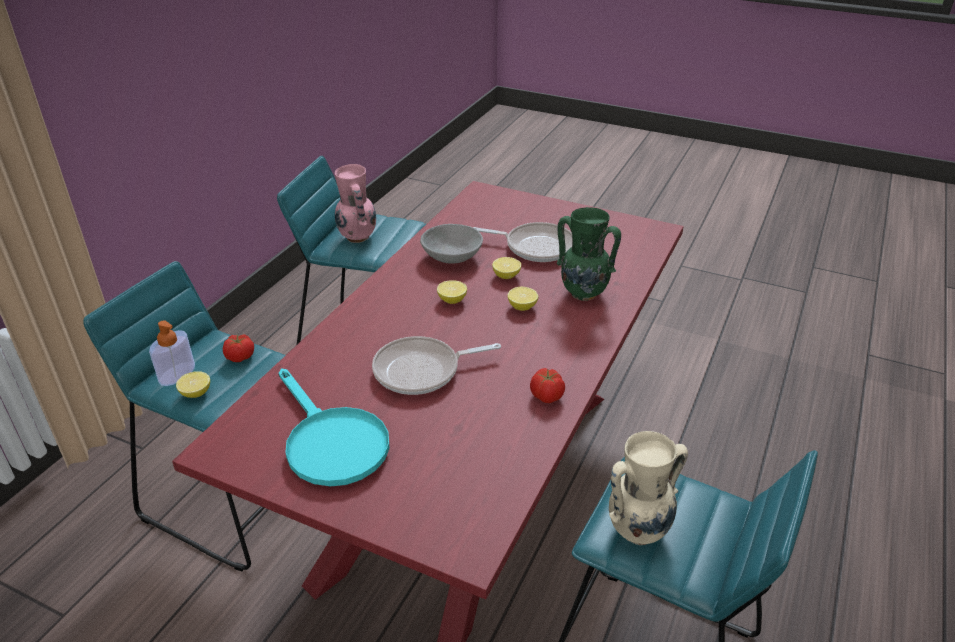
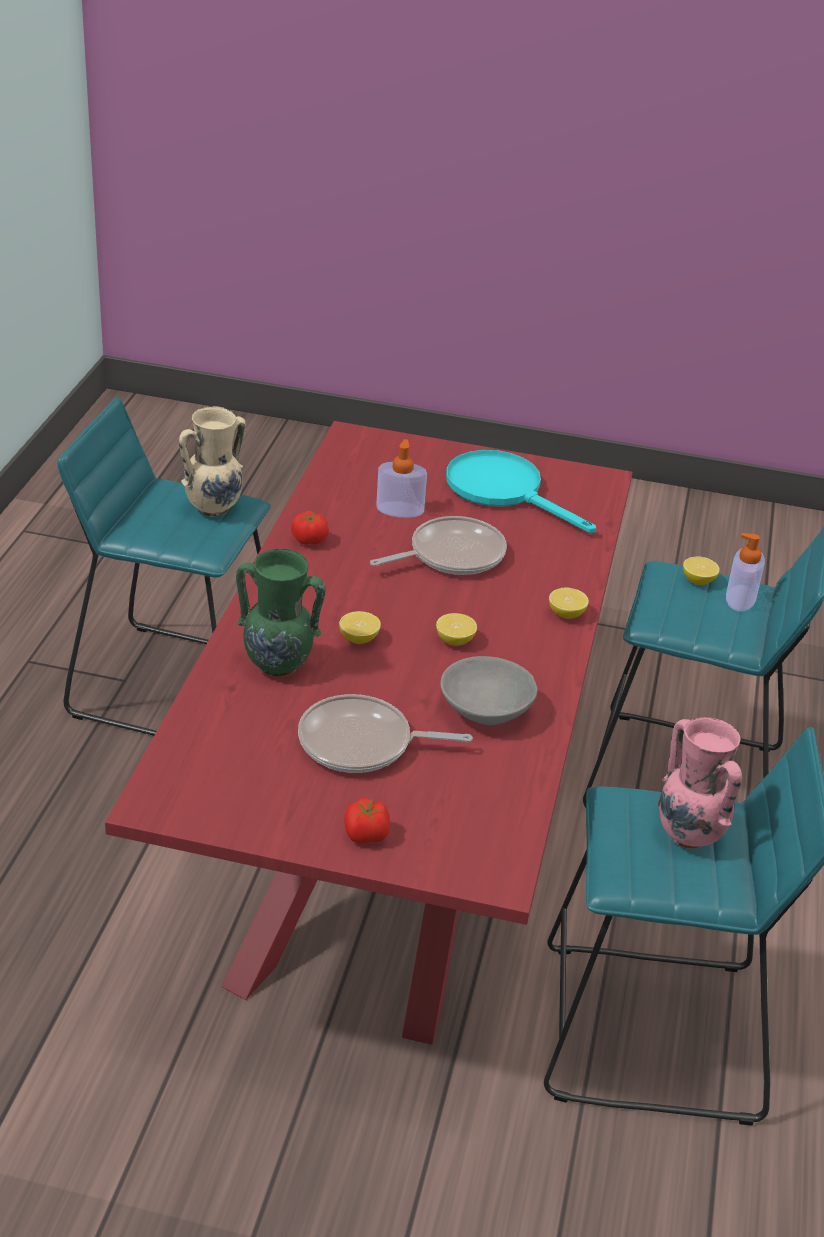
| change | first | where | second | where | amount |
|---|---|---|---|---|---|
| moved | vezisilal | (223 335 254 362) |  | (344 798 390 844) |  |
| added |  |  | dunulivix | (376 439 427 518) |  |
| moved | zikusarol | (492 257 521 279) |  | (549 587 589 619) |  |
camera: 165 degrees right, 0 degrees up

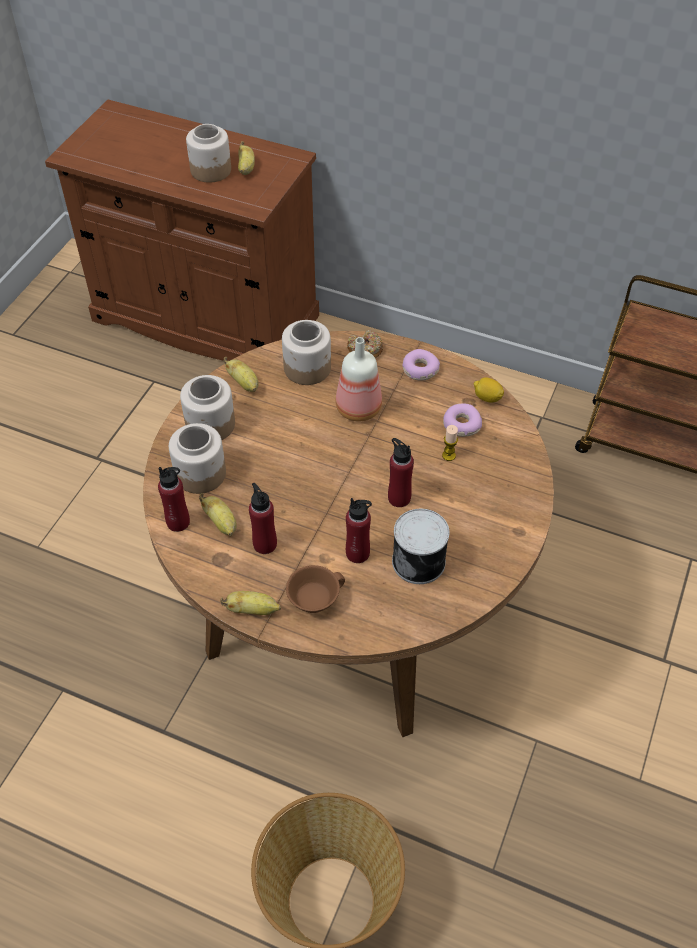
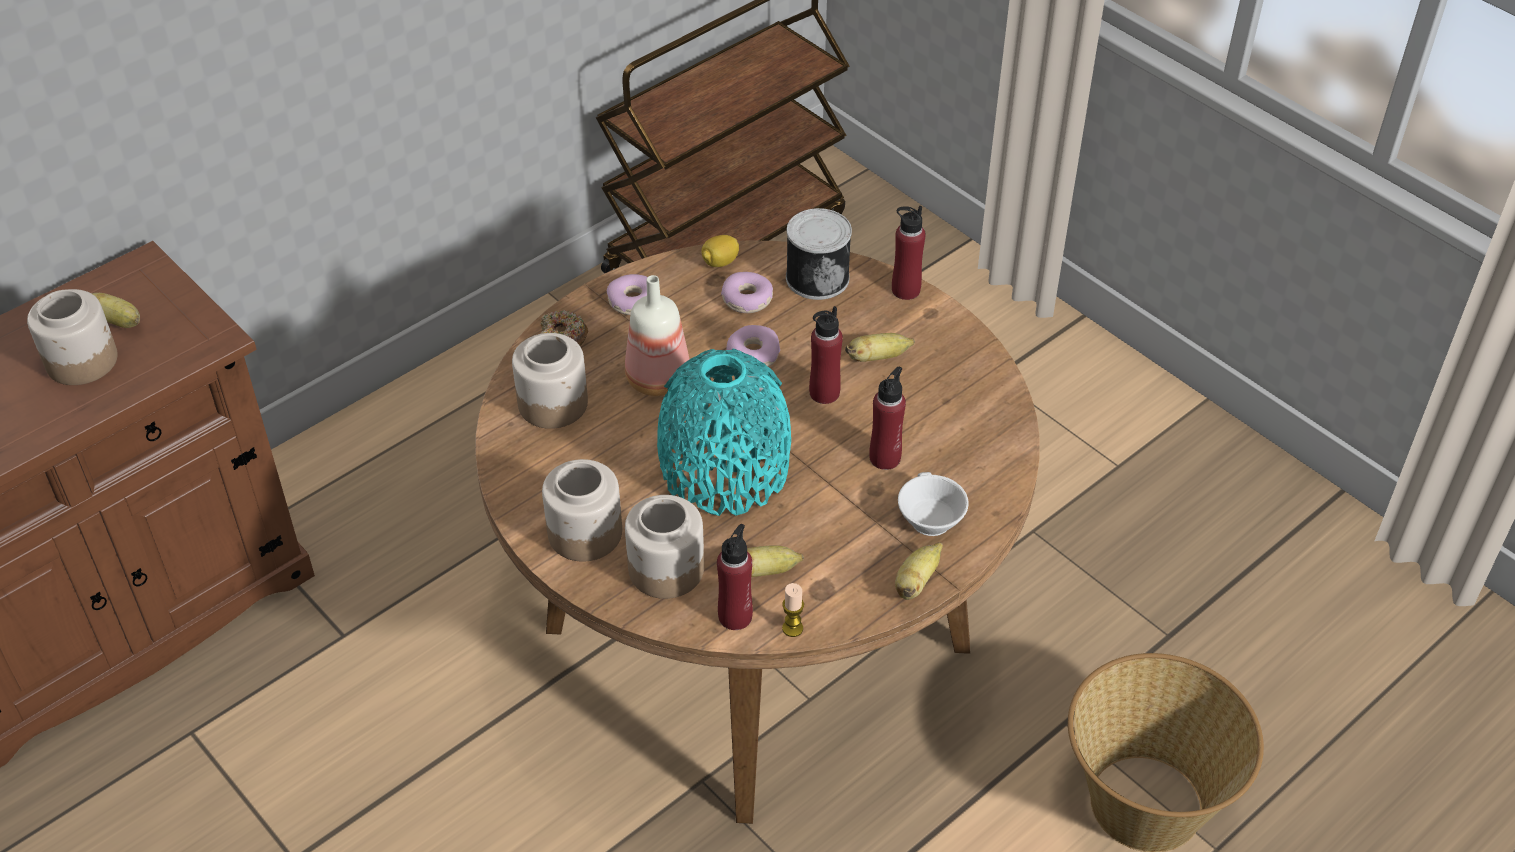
| change | first | where | second | where | amount |
|---|---|---|---|---|---|
| added |  |  | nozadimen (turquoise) | (657 349 791 516) |  |
| added |  |  | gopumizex | (726 325 780 367) |  |
| moved | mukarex | (442 425 458 461) |  | (782 583 804 637) |  |
| moved | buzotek | (392 509 450 584) |  | (786 208 852 300) |  |
| moved | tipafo | (223 357 259 392) |  | (845 333 915 362) |  |
| moved | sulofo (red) | (249 483 277 554) |  | (892 206 926 300) |  |
| recoloured | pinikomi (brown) | (286 565 345 613) | pinikomi (white) | (898 472 969 536) |  |
camera: 65 degrees left, 5 degrees down

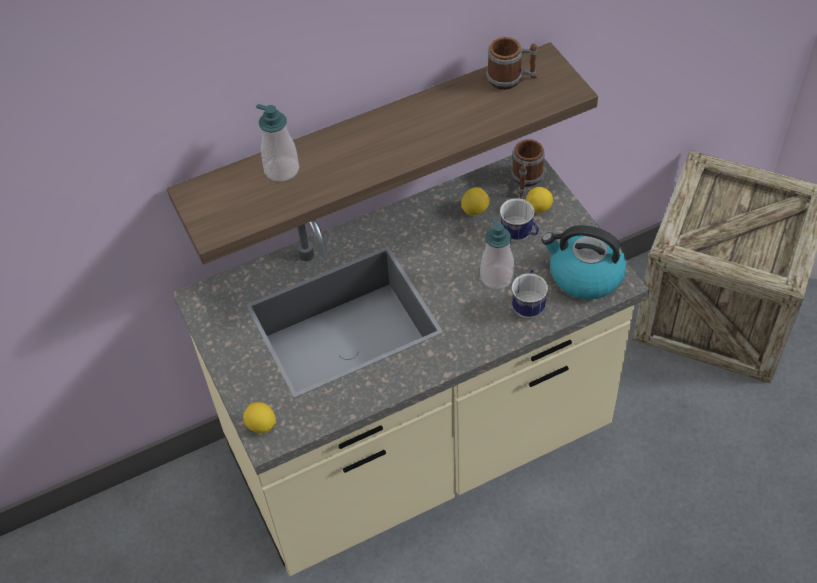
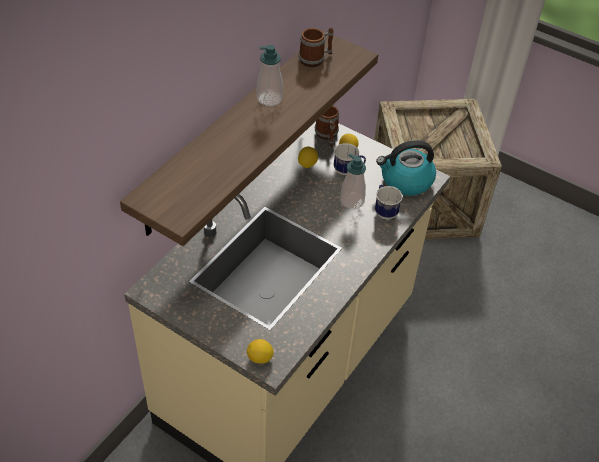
| change | first | where | second | where | amount |
|---|---|---|---|---|---|
| moved | dunulivix | (256 104 299 182) |  | (256 45 283 106) |  |
camera: 35 degrees left, 5 degrees down

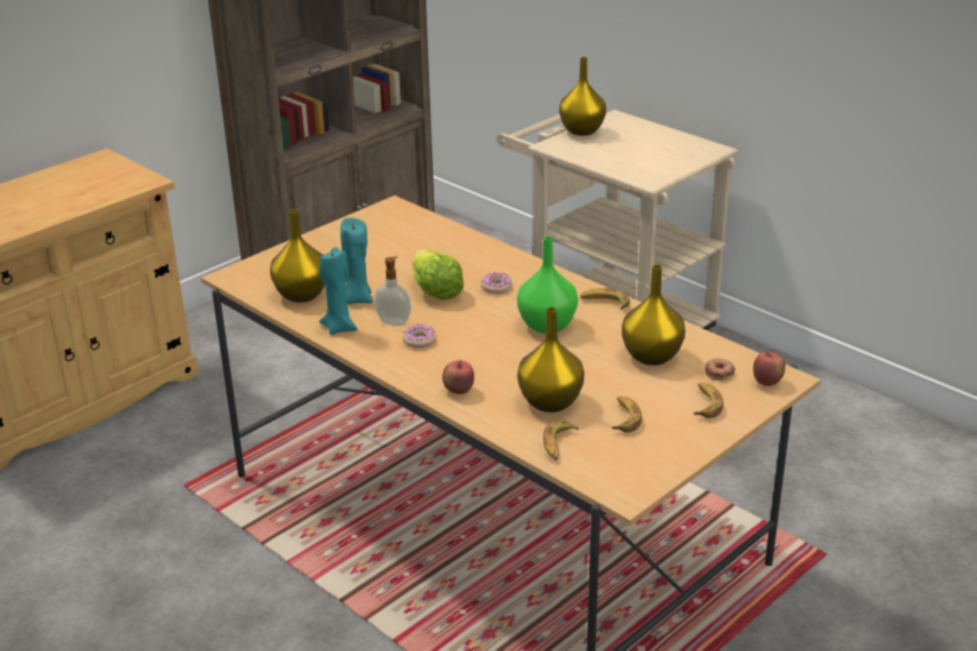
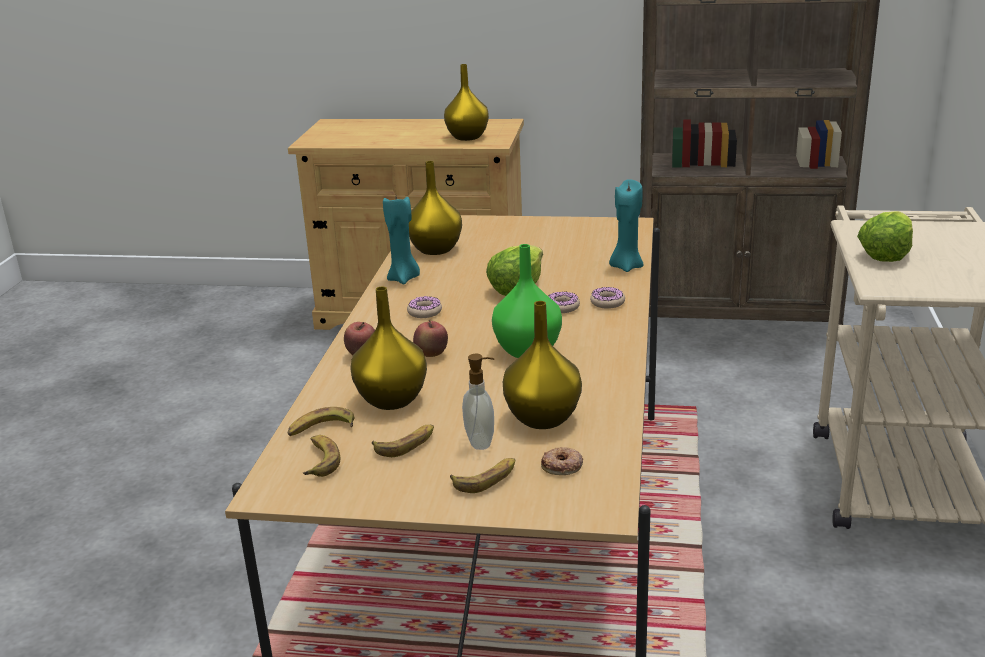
| change | first | where | second | where | amount |
|---|---|---|---|---|---|
| moved | tipafo | (580 288 630 310) |  | (303 435 340 477) |  |
| moved | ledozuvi | (753 352 785 386) |  | (413 320 448 357) |  |
| moved | nozadimen (yellow) | (559 57 606 136) |  | (444 64 489 141) |  |
| moved | dunulivix | (375 256 411 326) |  | (462 354 494 450) |  |
| added |  |  | gopumizex | (590 287 625 309) |  |
| moved | mukarex (turquoise) | (340 218 373 304) |  | (609 179 644 272) |  |
| added |  |  | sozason | (857 211 913 262) |  |
camera: 55 degrees right, 5 degrees down

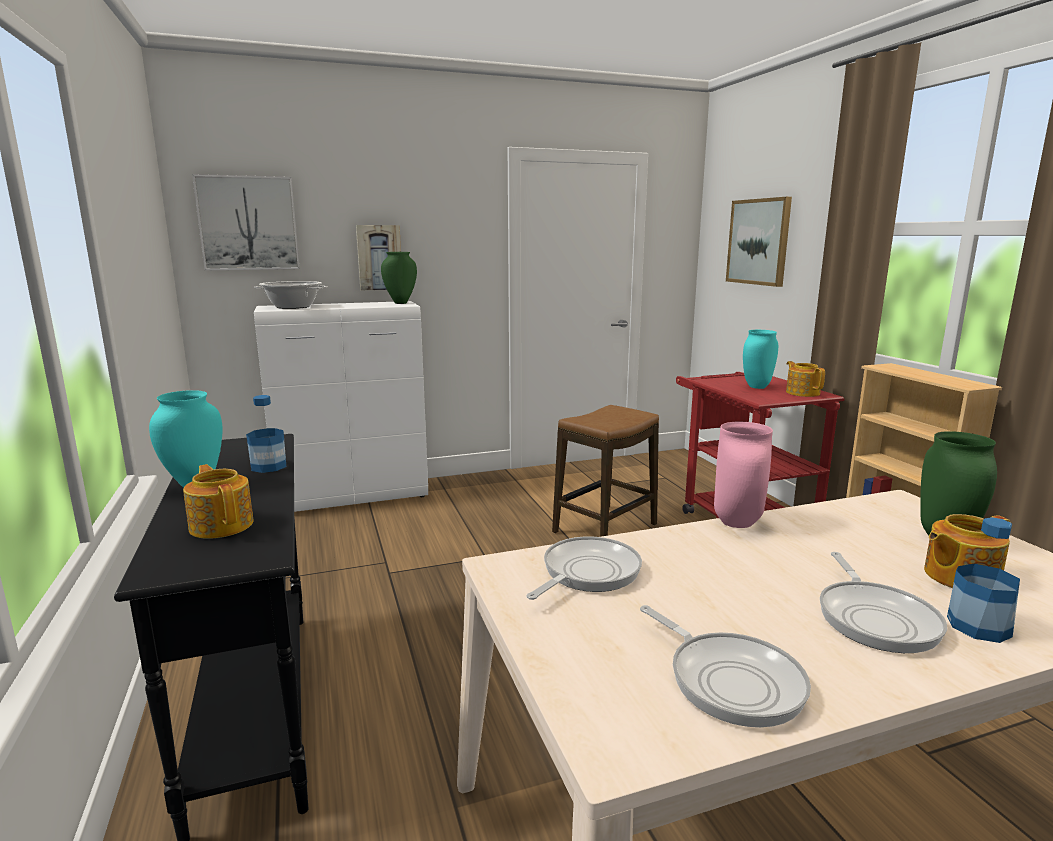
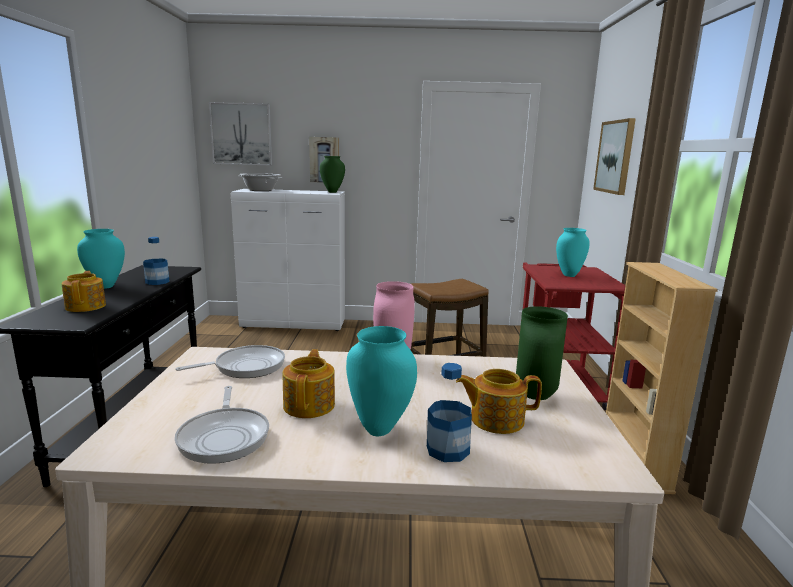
| change | first | where | second | where | amount |
|---|---|---|---|---|---|
| moved | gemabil | (786 361 825 397) |  | (282 349 335 418) |  |
| replaced | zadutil | (820 552 947 653) | nozadimen (turquoise) | (346 326 417 436) |  |
camera: 20 degrees right, 0 degrees up

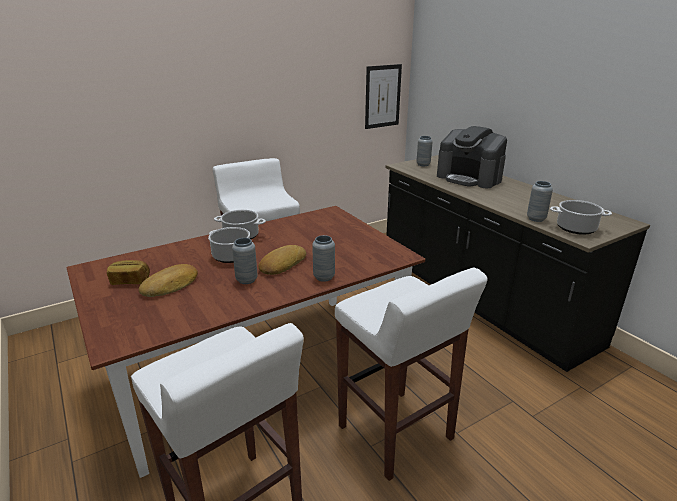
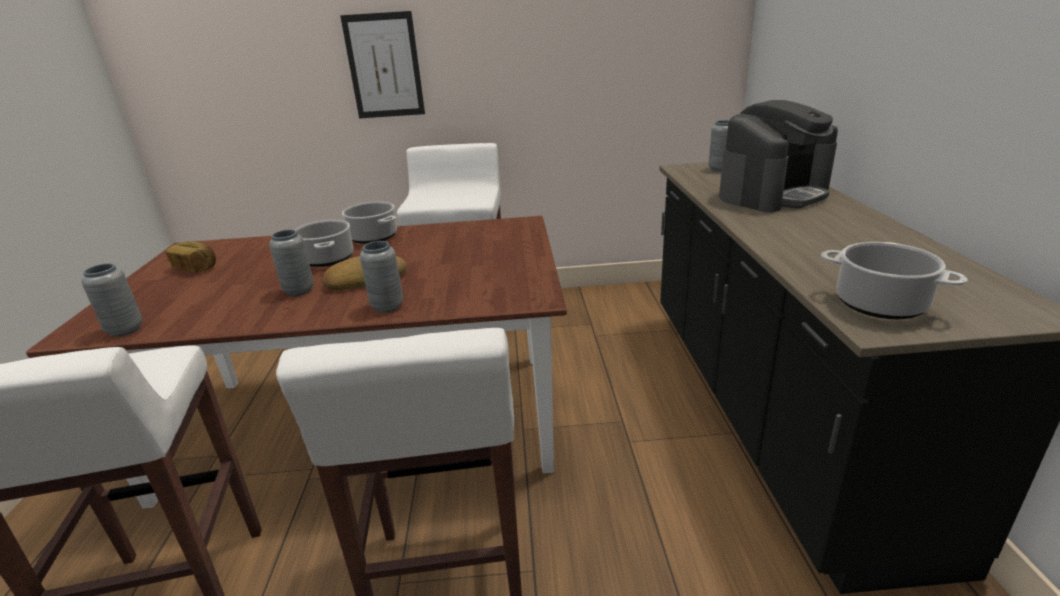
| change | first | where | second | where | amount |
|---|---|---|---|---|---|
| moved | nozadimen (grey) | (527 181 553 222) |  | (81 263 142 336) |  |
| moved | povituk | (365 64 402 129) |  | (340 11 425 119) |  |
| turned | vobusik | (437 126 507 188) |  | (719 100 838 212) | 105 degrees counterclockwise |
| removed | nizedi | (139 264 198 297) |  |  |  |
camera: 30 degrees right, 0 degrees up

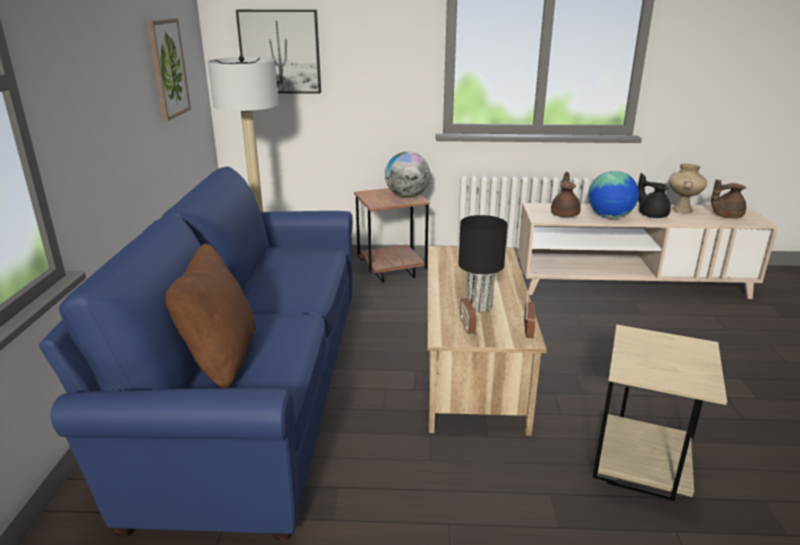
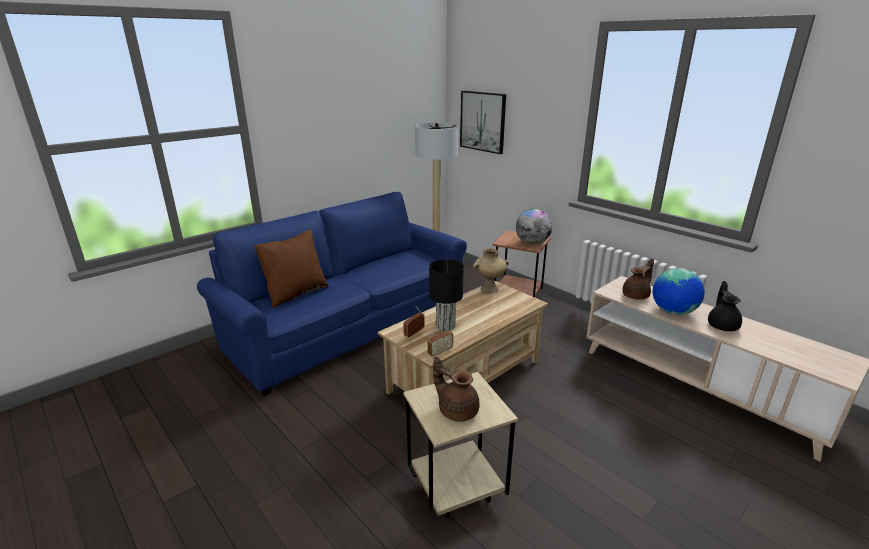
| change | first | where | second | where | amount |
|---|---|---|---|---|---|
| moved | gemabil (brown) | (711 179 746 218) |  | (433 356 480 422) |  |
| moved | nozadimen (beige) | (669 164 707 213) |  | (473 248 509 293) |  |
| removed | povituk | (147 18 191 121) |  |  |  |
camera: 45 degrees right, 0 degrees up

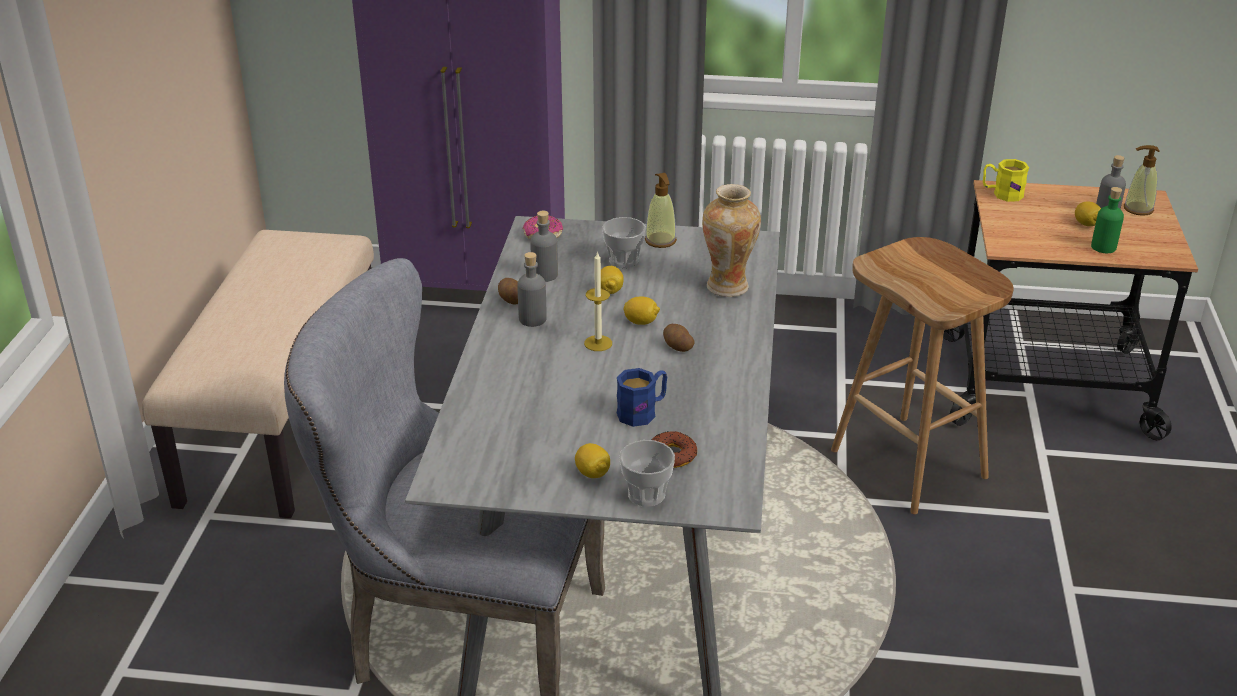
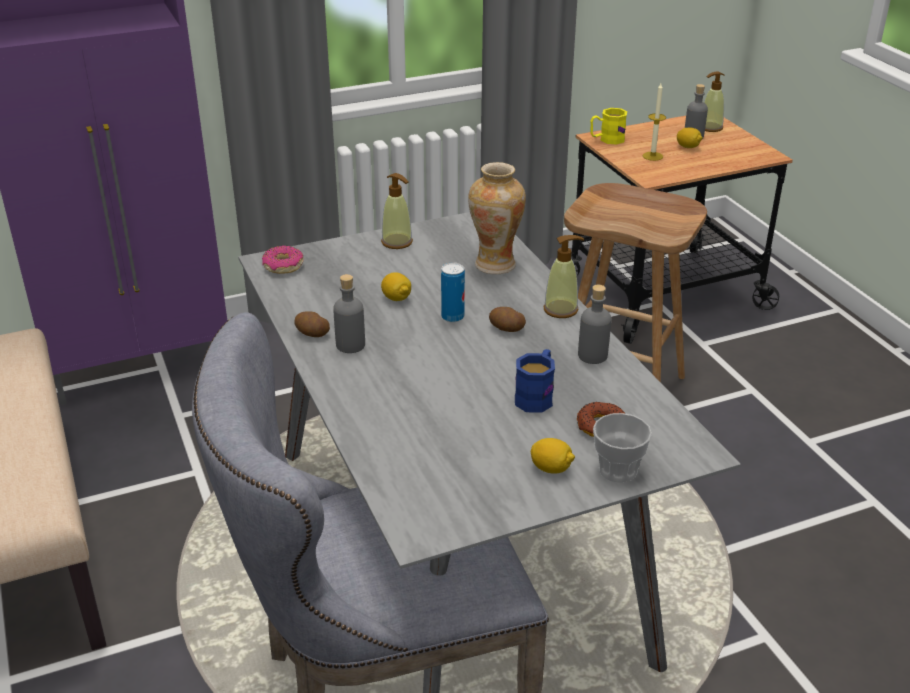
| change | first | where | second | where | amount |
|---|---|---|---|---|---|
| replaced | zikusarol | (624 296 660 325) | buzotek | (441 262 465 322) |  |
| added |  |  | dunulivix | (543 235 584 318) |  |
| moved | sulofo (grey) | (530 211 558 282) |  | (578 285 611 364) |  |
| moved | mukarex | (584 251 612 351) |  | (643 83 666 161) |  |
| removed | pinikomi | (602 217 646 268) |  |  |  |
| removed | sulofo (green) | (1091 187 1124 253) |  |  |  |
camera: 30 degrees left, 0 degrees up

